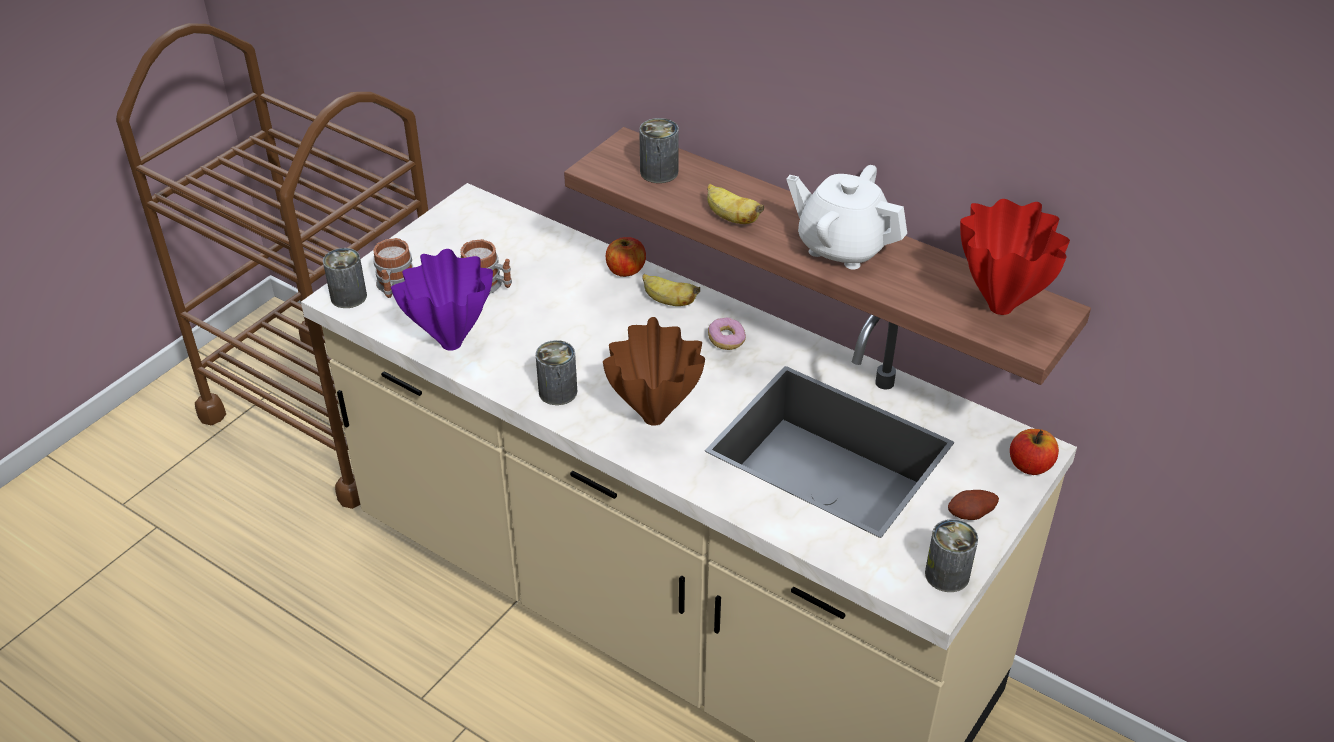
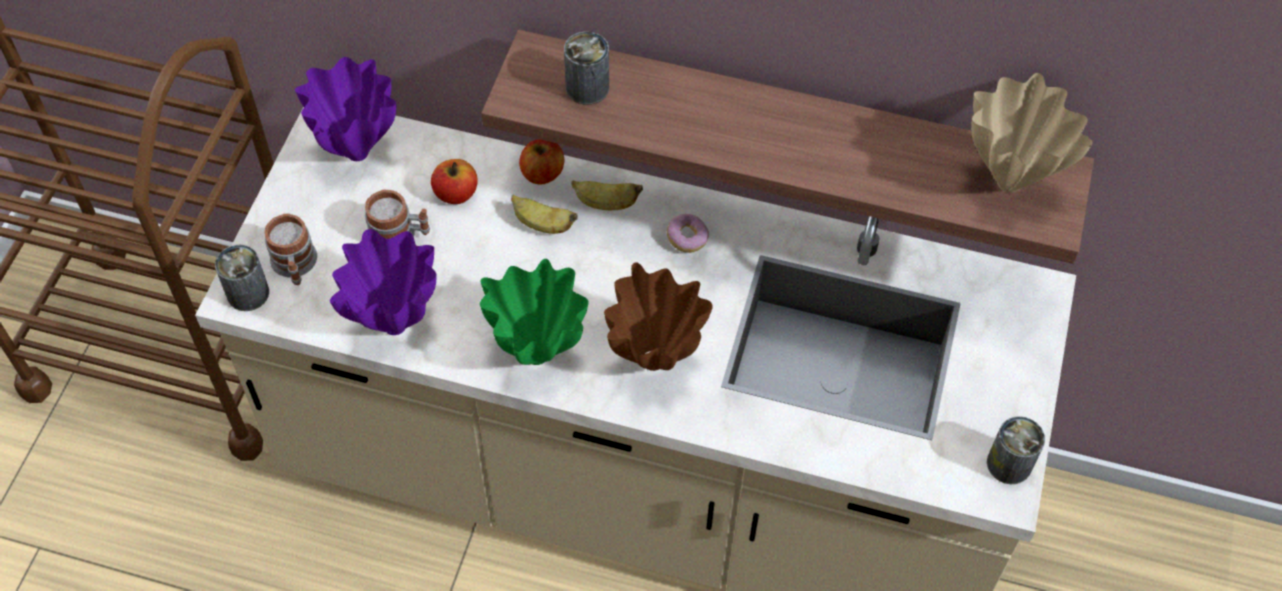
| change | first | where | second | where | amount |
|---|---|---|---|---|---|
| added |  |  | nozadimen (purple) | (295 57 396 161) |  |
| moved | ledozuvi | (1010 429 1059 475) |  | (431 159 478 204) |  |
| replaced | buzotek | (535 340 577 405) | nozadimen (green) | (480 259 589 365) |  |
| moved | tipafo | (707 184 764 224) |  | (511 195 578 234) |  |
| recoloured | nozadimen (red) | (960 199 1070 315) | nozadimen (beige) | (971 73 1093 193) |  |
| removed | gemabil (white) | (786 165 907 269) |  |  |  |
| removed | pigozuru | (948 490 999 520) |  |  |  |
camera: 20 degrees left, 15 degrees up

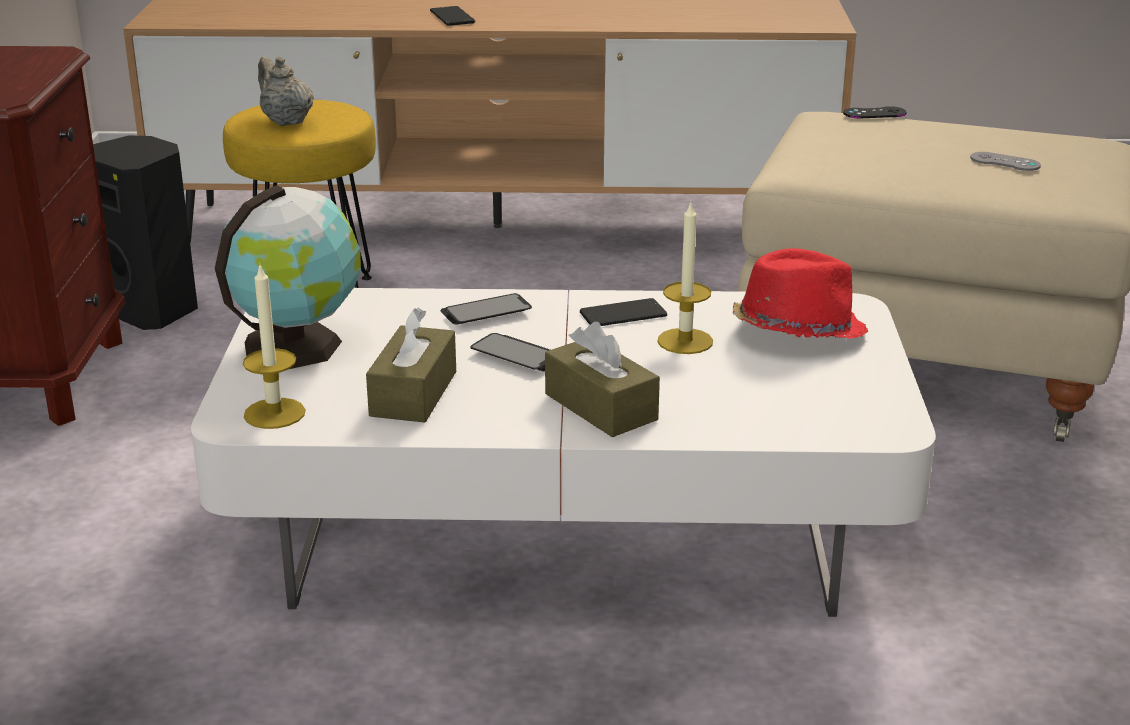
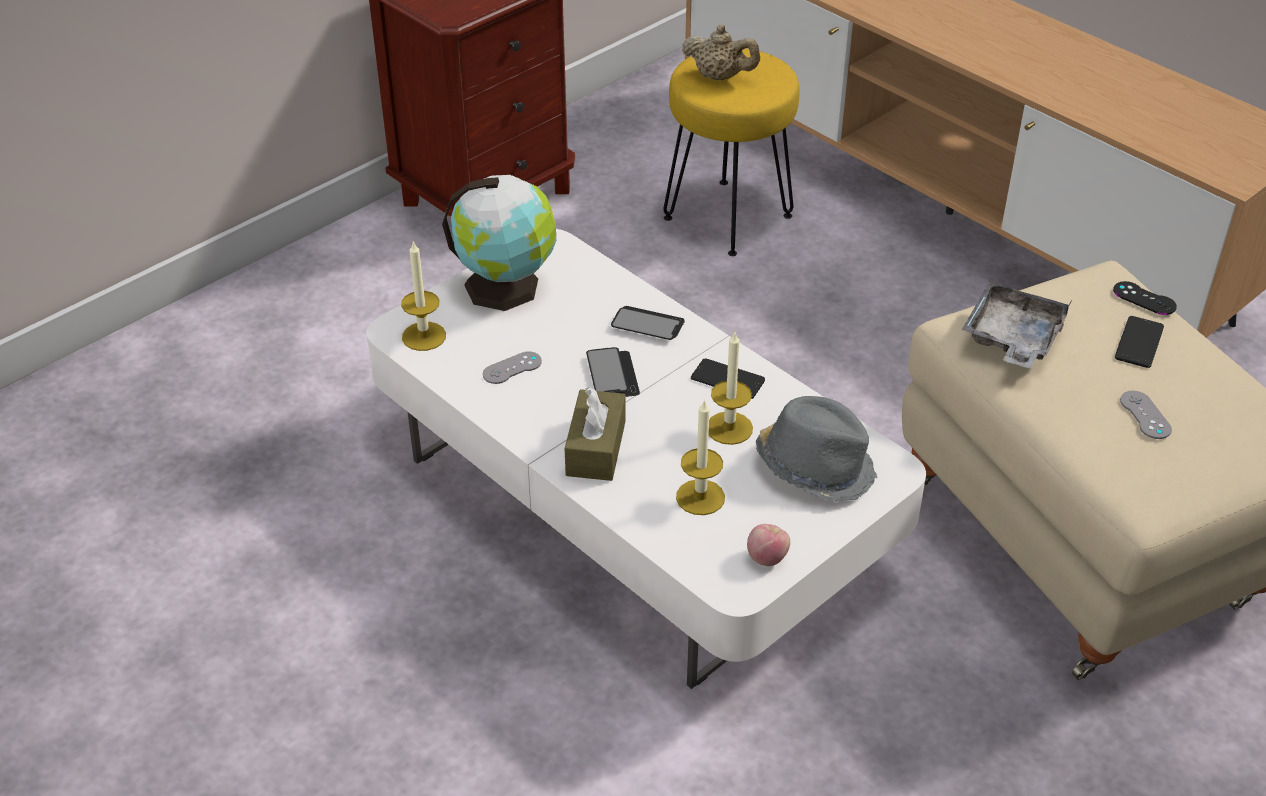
| change | first | where | second | where | amount |
|---|---|---|---|---|---|
| replaced | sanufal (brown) | (366 307 456 423) | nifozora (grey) | (483 351 542 384) |  |
| added |  |  | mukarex | (676 399 725 515) |  |
| turned | gemabil (beige) | (258 57 314 126) |  | (682 25 760 80) | 105 degrees clockwise |
| added |  |  | ledozuvi | (747 524 790 566) |  |
| recoloured | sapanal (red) | (733 248 868 338) | sapanal (grey) | (756 396 877 502) |  |
| added |  |  | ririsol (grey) | (962 281 1073 369) |  |
| moved | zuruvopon | (430 6 475 26) |  | (1115 316 1164 368) |  |
| removed | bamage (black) | (93 135 198 330) |  |  |  |
camera: 45 degrees right, 15 degrees up

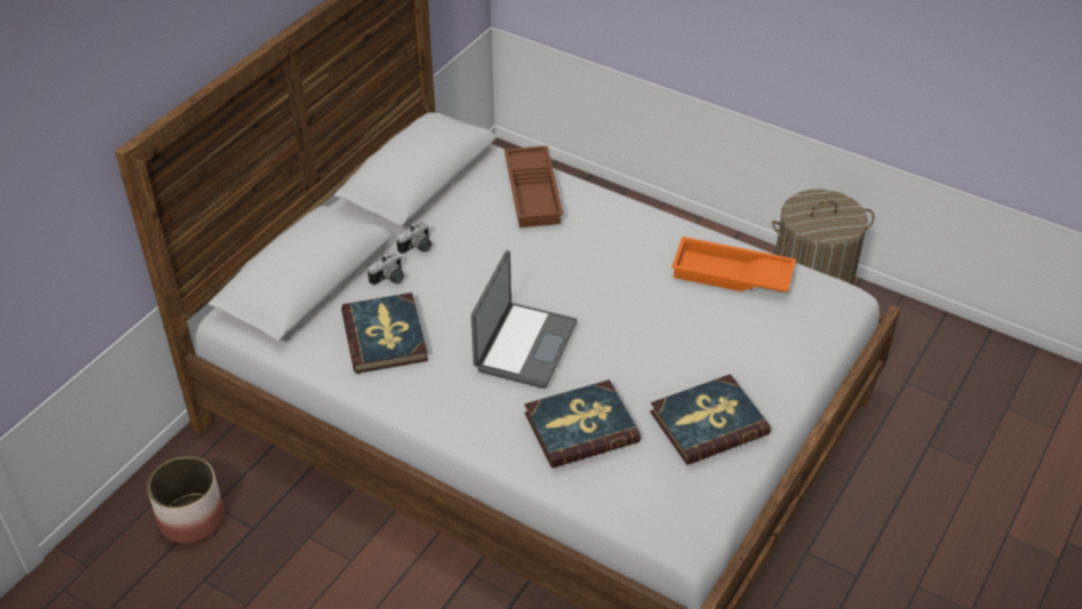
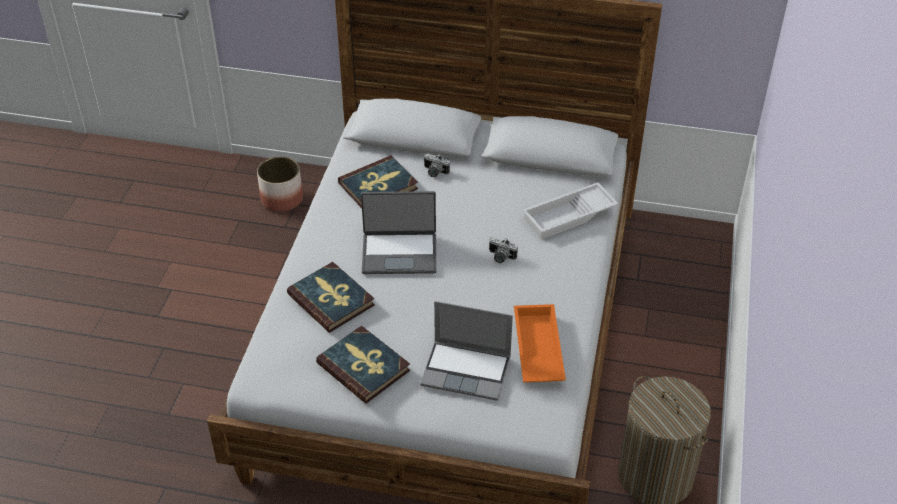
| change | first | where | second | where | amount |
|---|---|---|---|---|---|
| added |  |  | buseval | (420 301 513 401) |  |
| moved | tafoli | (397 222 432 254) |  | (489 237 518 263) |  |
| recoloured | ririsol (brown) | (504 146 563 228) | ririsol (white) | (522 182 618 239) |  |
camera: 70 degrees right, 0 degrees up

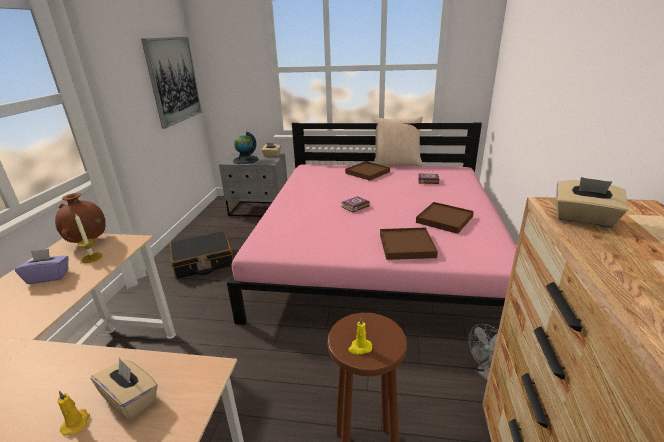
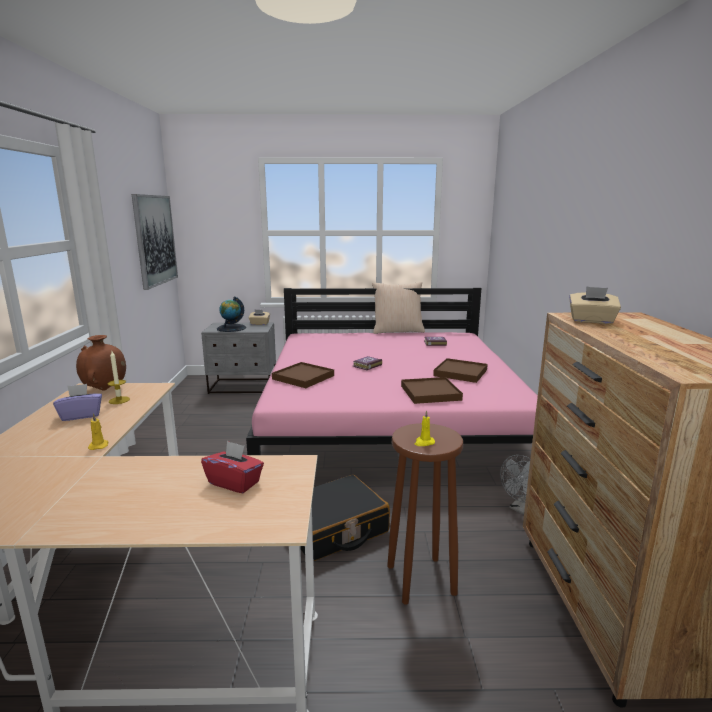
| change | first | where | second | where | amount |
|---|---|---|---|---|---|
| moved | mukarex (yellow) | (58 391 90 436) |  | (88 413 109 450) |  |
| recoloured | sanufal (beige) | (91 357 158 421) | sanufal (red) | (201 441 264 493) |  |
| moved | ririsol (brown) | (345 161 390 181) |  | (272 362 334 388) |  |
| moved | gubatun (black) | (170 231 233 279) |  | (300 475 390 561) |  |
camera: 10 degrees left, 10 degrees down

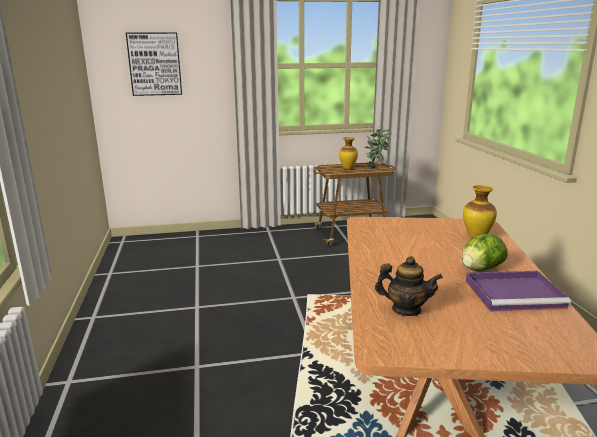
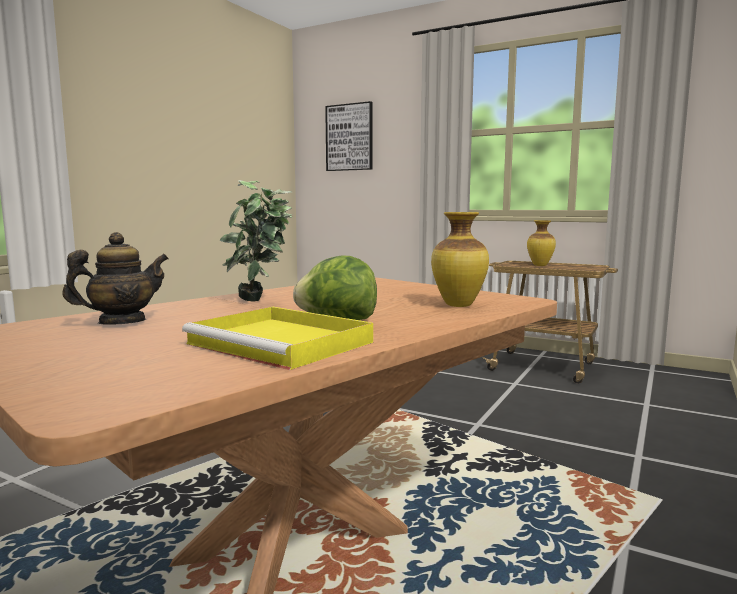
| change | first | where | second | where | amount |
|---|---|---|---|---|---|
| turned | gemabil | (375 256 443 316) |  | (62 232 169 325) | 90 degrees counterclockwise |
| recoloured | ririsol (purple) | (466 271 571 312) | ririsol (yellow) | (182 307 373 370) |  |
| moved | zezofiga | (364 127 392 169) |  | (220 180 293 302) |  |
camera: 40 degrees right, 10 degrees down

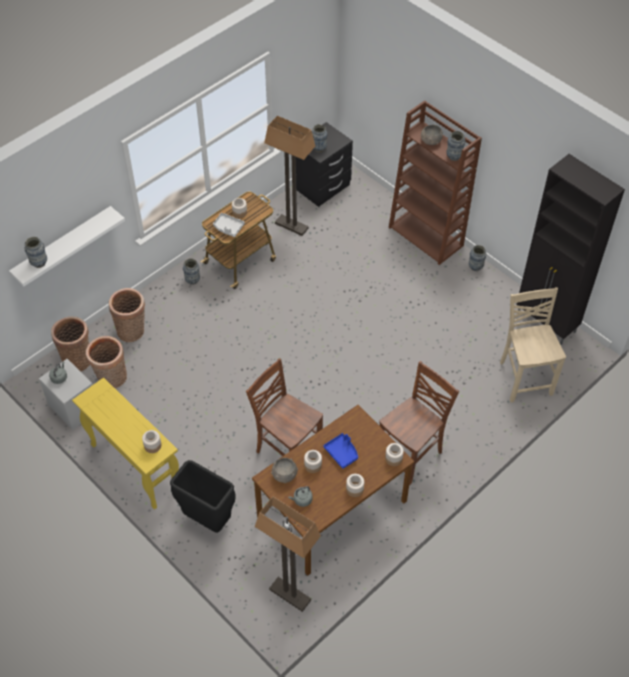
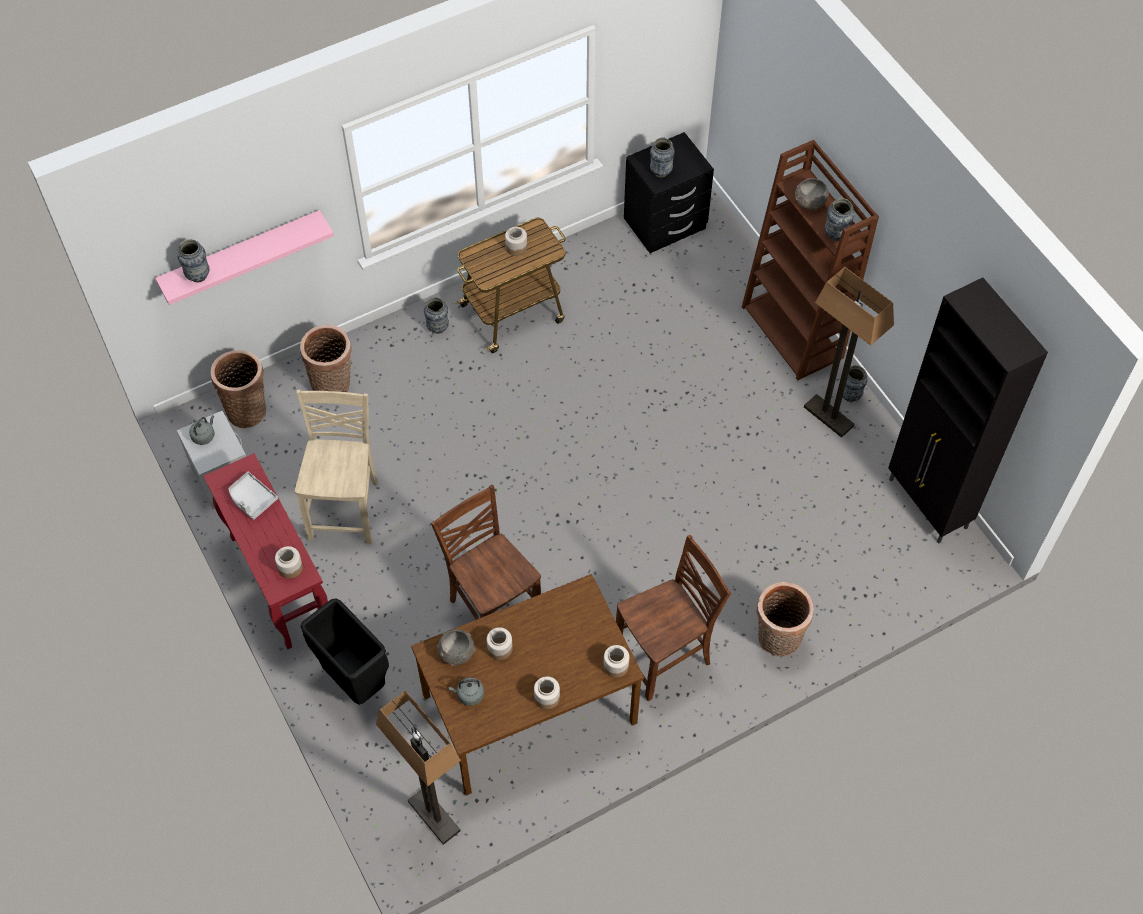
| change | first | where | second | where | amount |
|---|---|---|---|---|---|
| recoloured | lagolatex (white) | (9 206 125 287) | lagolatex (pink) | (155 210 334 305) |  |
| recoloured | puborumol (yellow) | (72 377 179 510) | puborumol (red) | (203 453 328 649) |  |
| moved | ririsol (grey) | (213 213 245 237) |  | (228 472 278 520) |  |
| moved | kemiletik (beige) | (500 287 566 403) |  | (295 390 378 544) |  |
| moved | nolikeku | (86 336 127 388) |  | (757 582 814 657) |  |
| moved | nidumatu | (264 116 315 236) |  | (804 267 894 438) |  |
| removed | ririsol (blue) | (324 433 358 469) |  |  |  |
camera: 15 degrees right, 5 degrees up

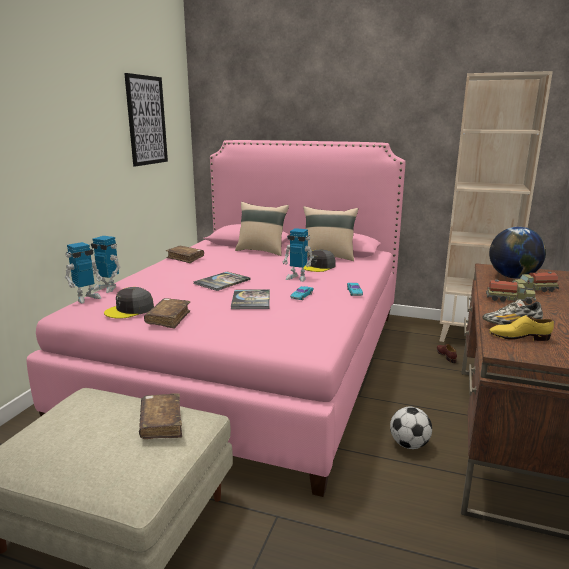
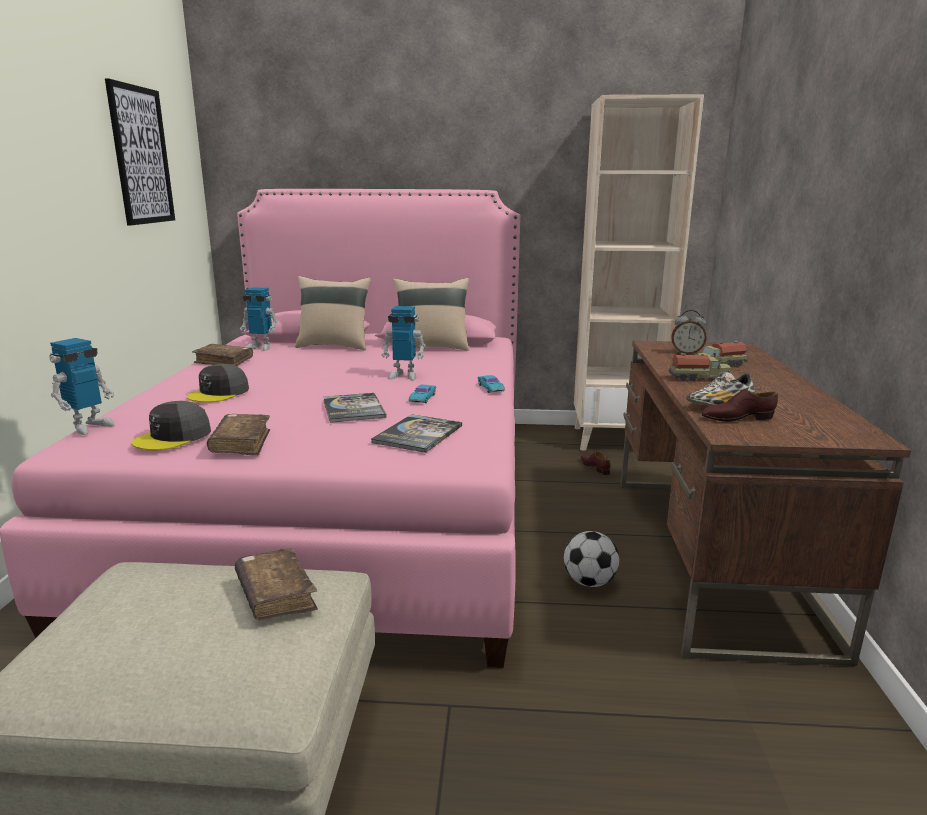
| change | first | where | second | where | amount |
|---|---|---|---|---|---|
| moved | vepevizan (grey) | (304 250 336 272) |  | (187 364 249 402) |  |
| moved | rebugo | (91 236 121 293) |  | (240 287 278 351) |  |
| moved | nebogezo | (193 272 250 291) |  | (371 414 462 453) |  |
| replaced | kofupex | (489 227 546 279) | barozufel | (671 310 707 354) |  |
| recoloured | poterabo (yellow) | (489 315 554 341) | poterabo (brown) | (702 389 778 422) |  |
camera: 15 degrees left, 0 degrees up

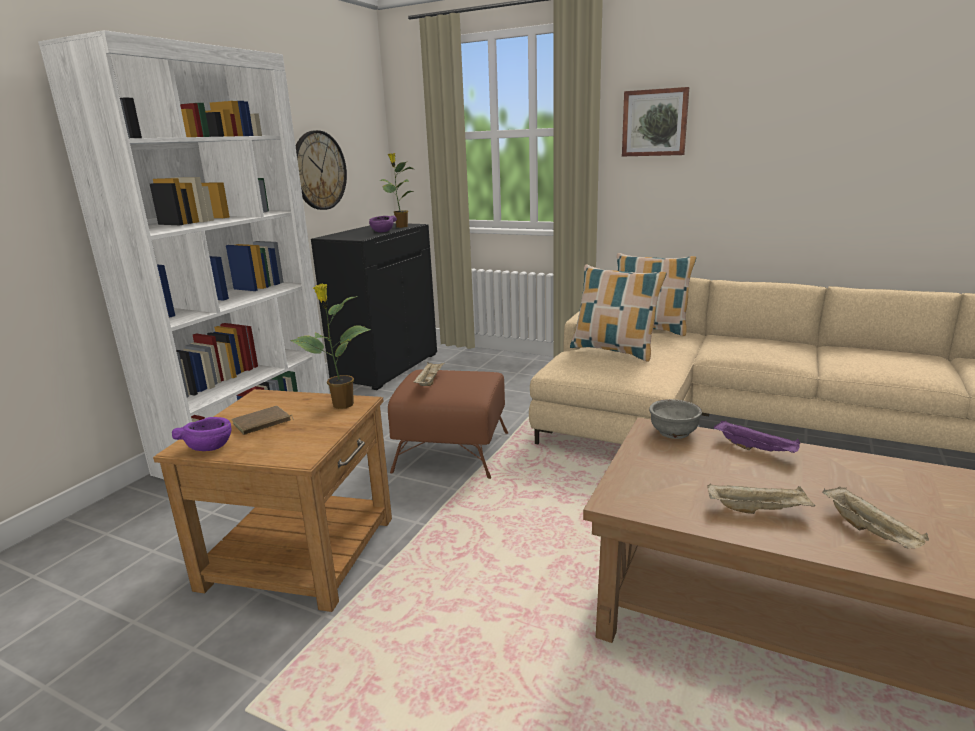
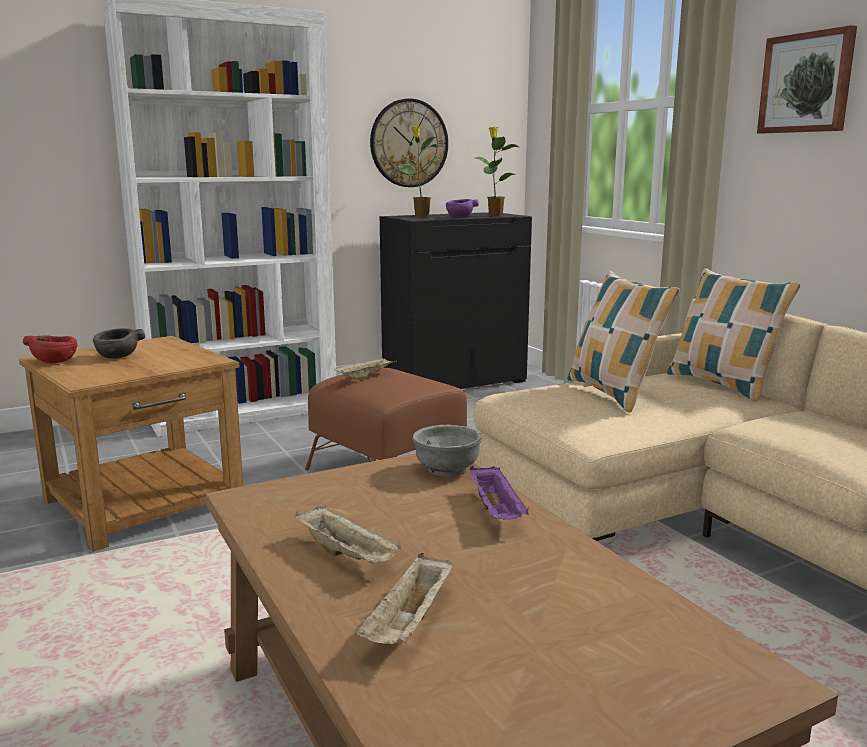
| change | first | where | second | where | amount |
|---|---|---|---|---|---|
| recoloured | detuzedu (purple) | (172 417 231 451) | detuzedu (red) | (23 335 78 363) |  |
| replaced | nebogezo (brown) | (231 406 294 435) | detuzedu (grey) | (93 328 145 359) |  |
| moved | zezofiga | (290 283 371 409) |  | (398 126 440 217) |  |
camera: 35 degrees right, 5 degrees down

